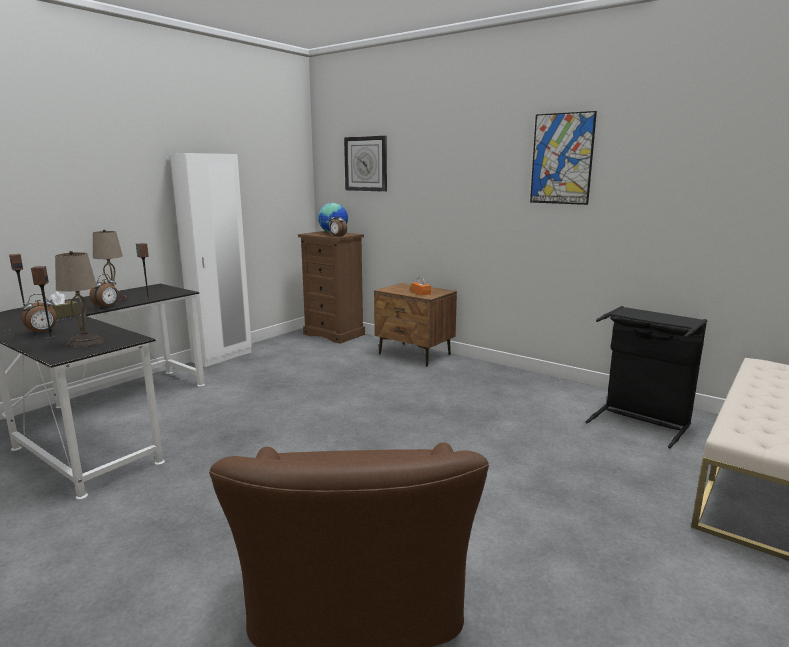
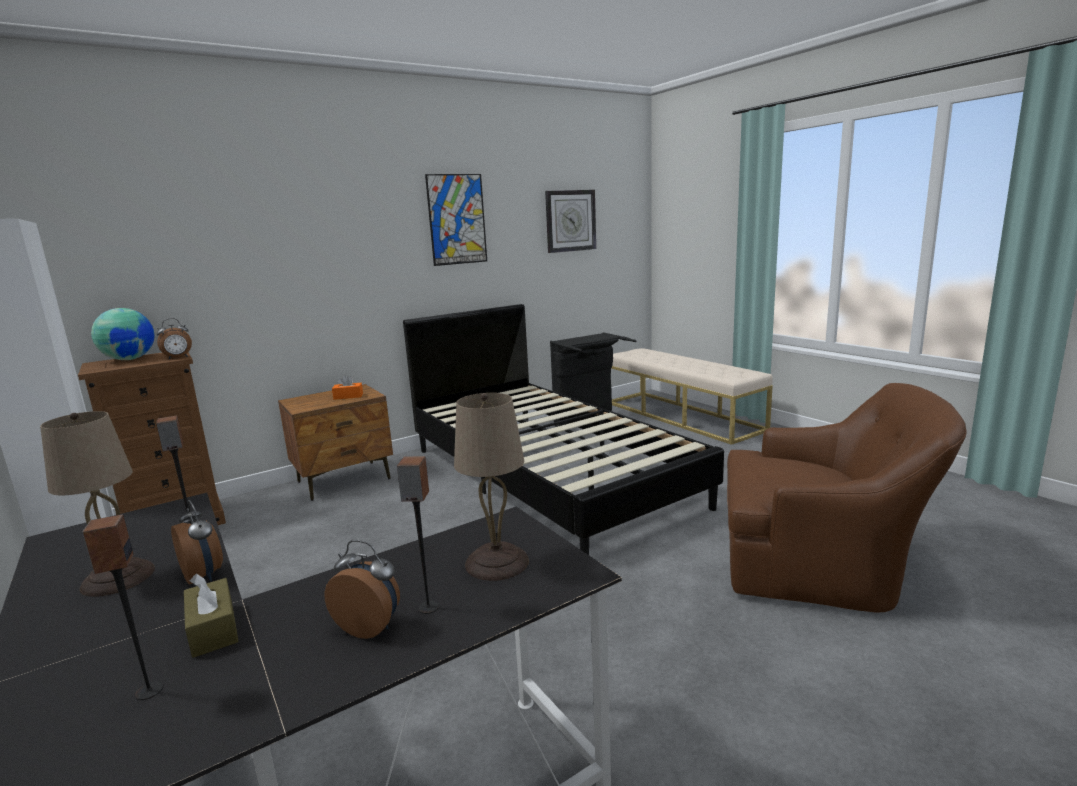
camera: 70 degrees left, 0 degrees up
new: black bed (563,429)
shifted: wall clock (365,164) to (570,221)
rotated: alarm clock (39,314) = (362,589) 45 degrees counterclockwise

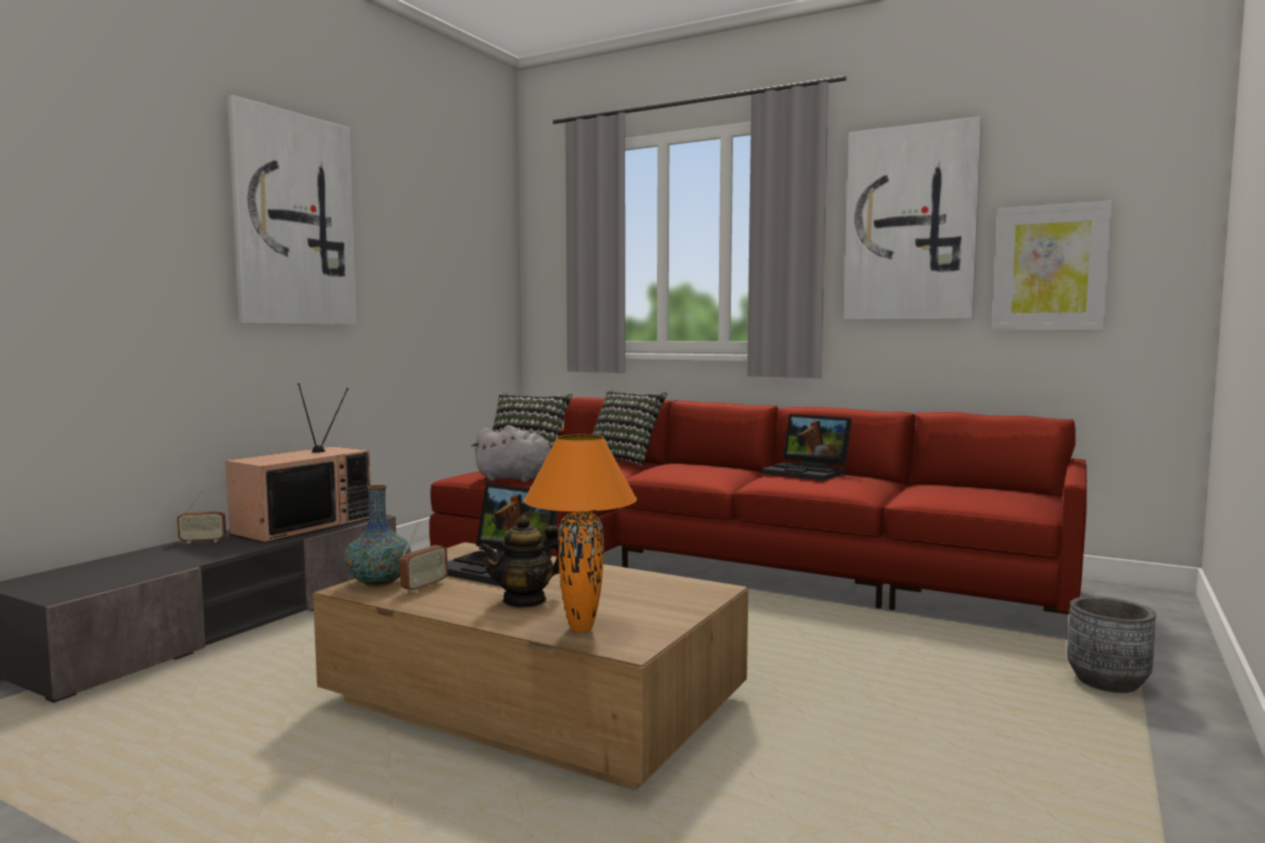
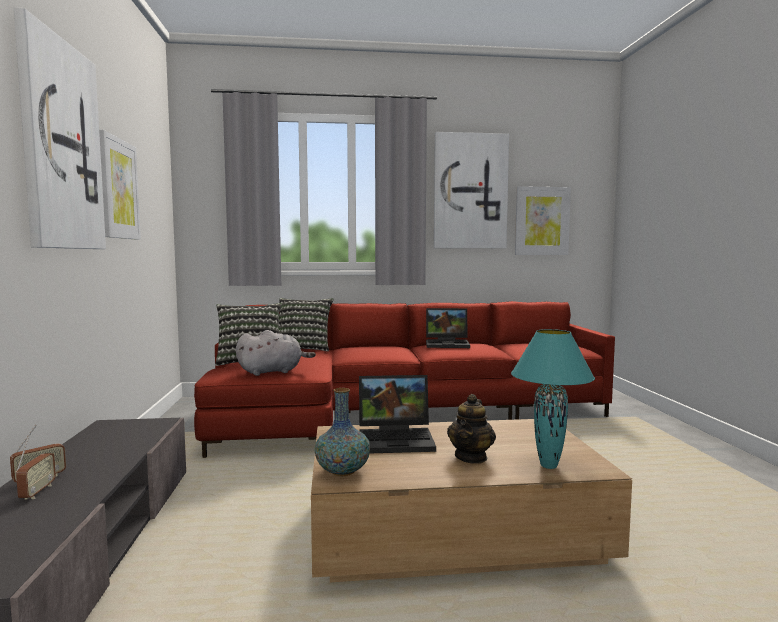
camera: 35 degrees left, 0 degrees up
gone: television (298,463); grey planter (1111,644)
new: picture (120,185)
shifted: radio (424,557) to (36,467)
repainted: orange table lamp (580,533) to turquoise table lamp (553,399)

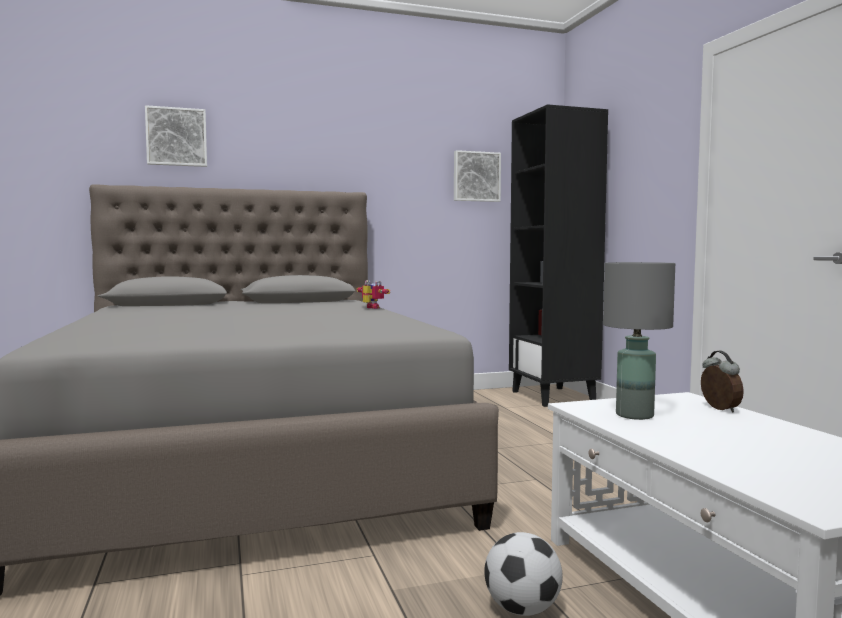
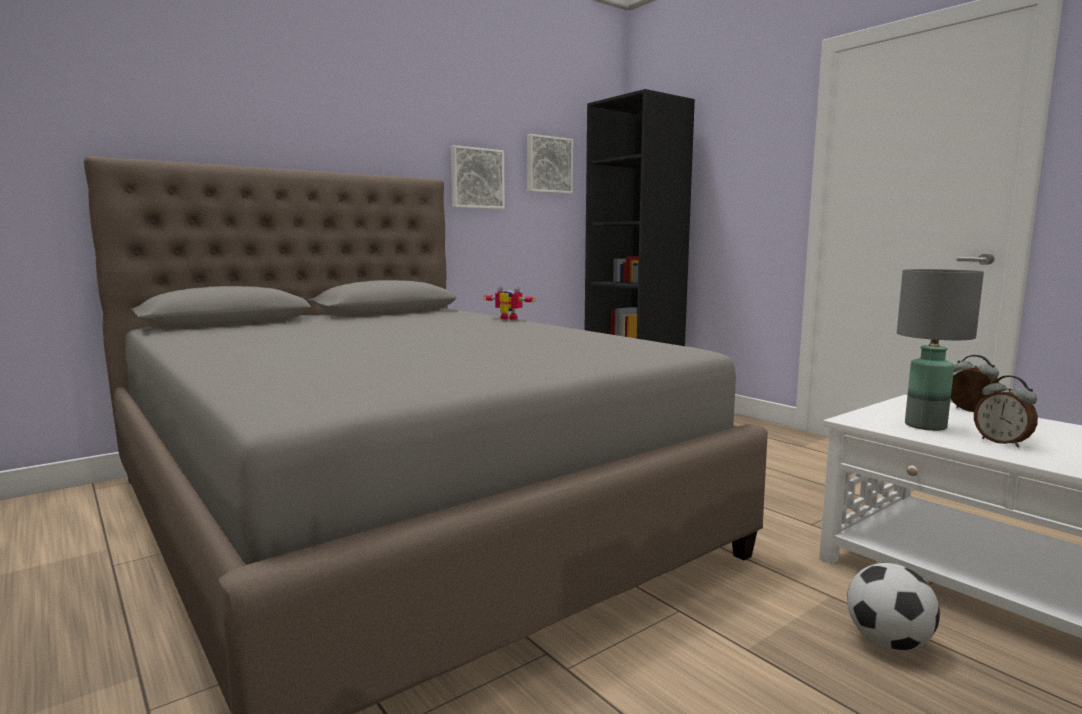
camera: 20 degrees left, 5 degrees up
new: alarm clock (1006,412)
shifted: picture (176,136) to (478,177)

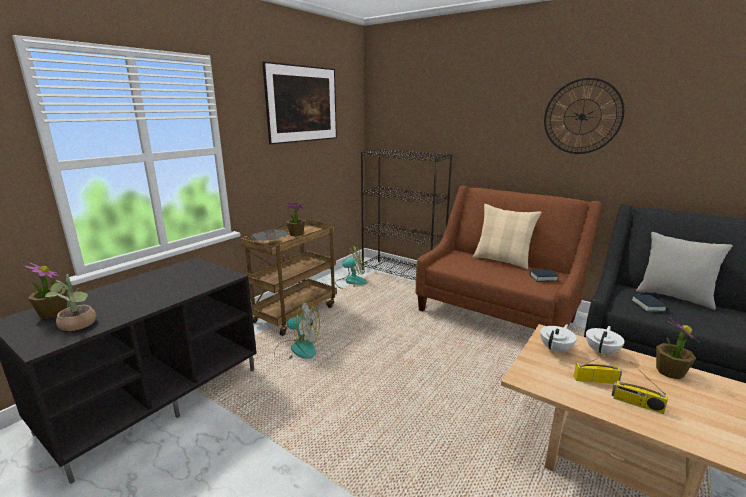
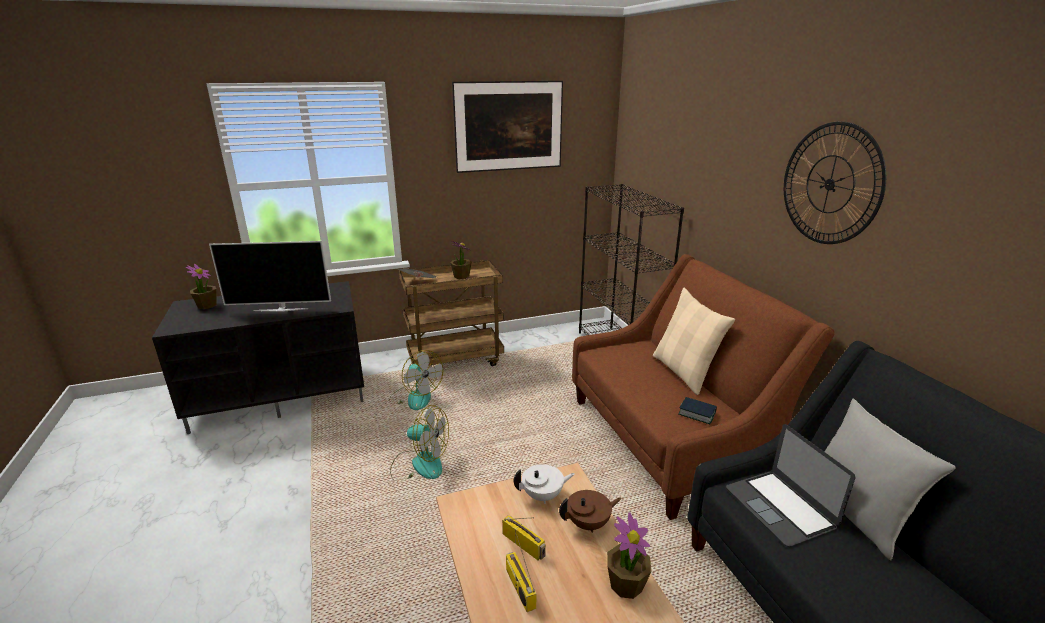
camera: 35 degrees right, 5 degrees up
gone: potted plant (70,302)
new: television (270,276)
shifted: fan (351,268) to (419,442)
swapped: book (649,303) to laptop (790,485)
repainted: white teapot (605,341) to brown teapot (590,511)

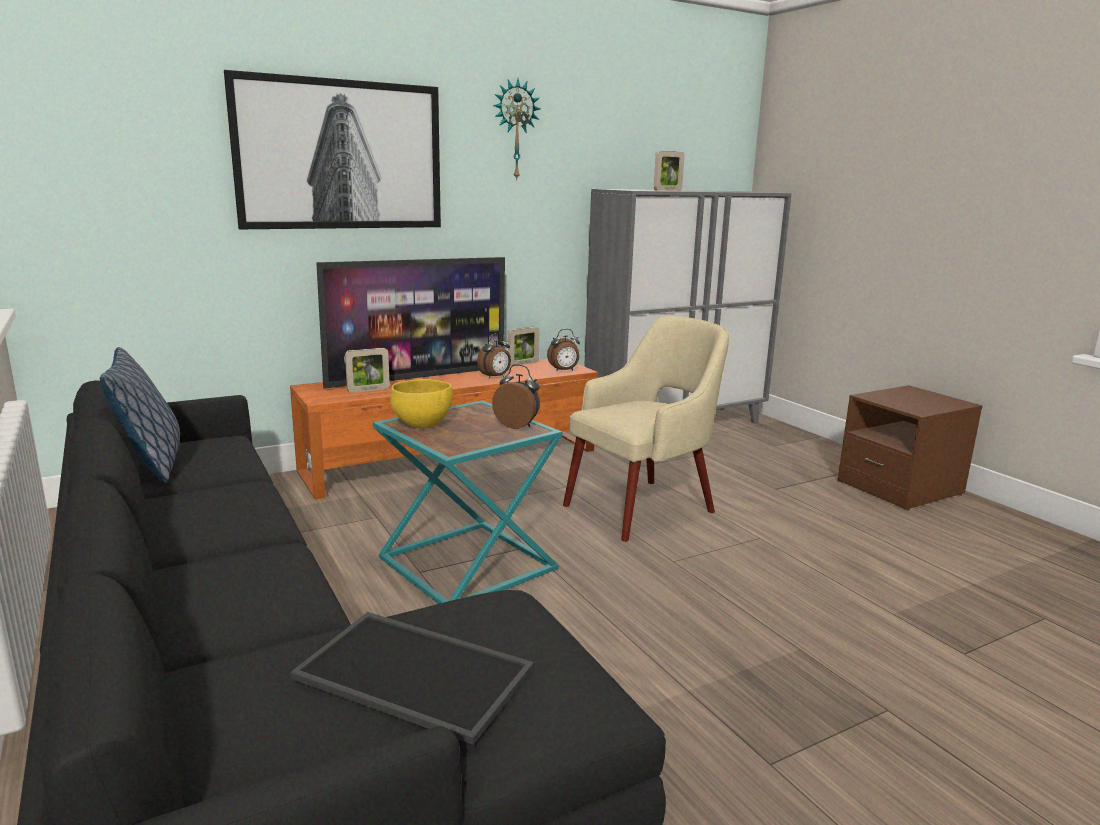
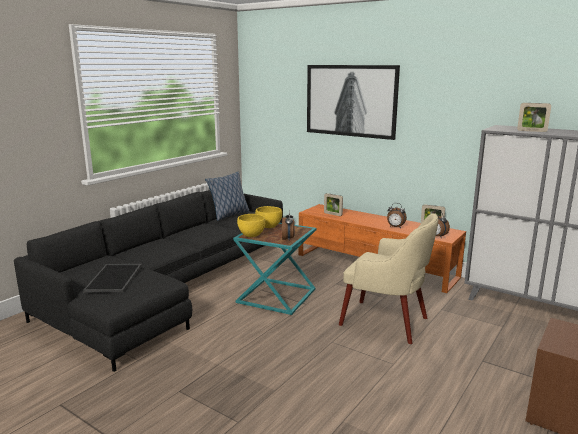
camera: 65 degrees right, 0 degrees up
gone: television (410,323); wall clock (517,130)
new: yellow bowl (251,225)

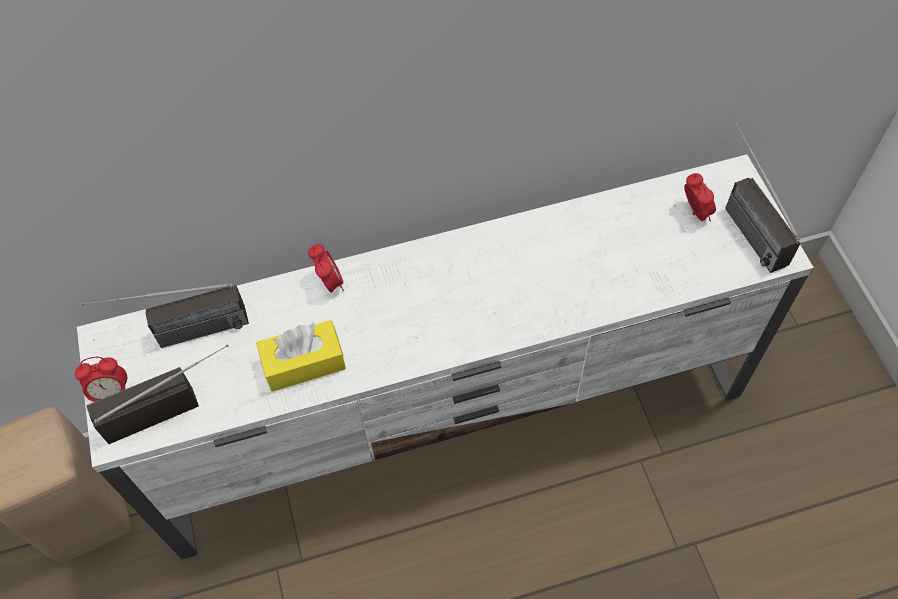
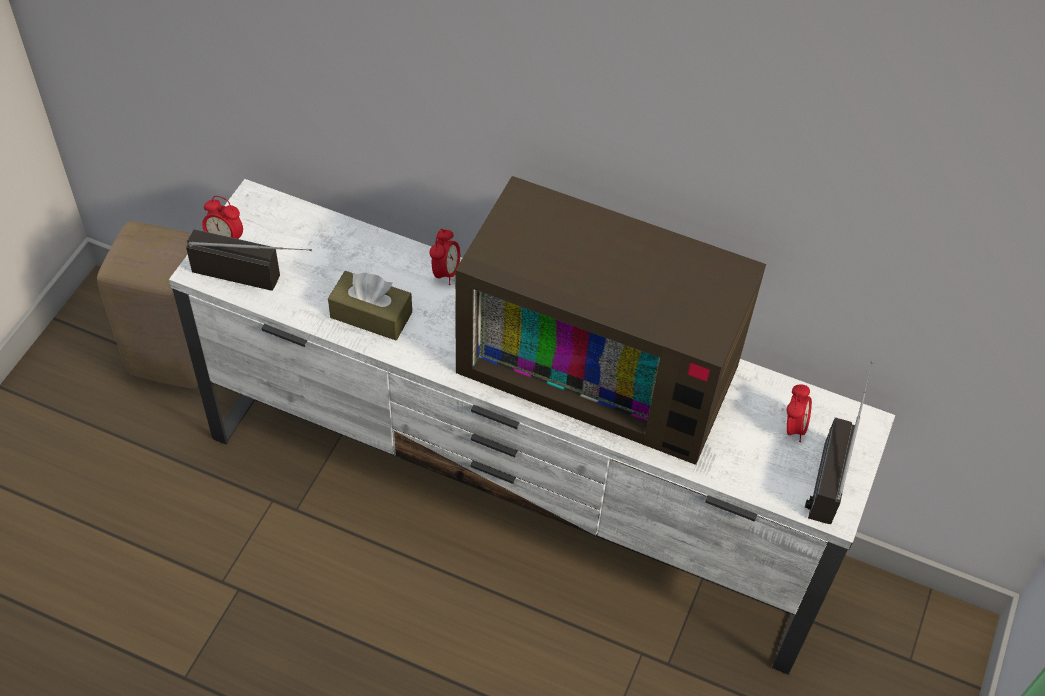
camera: 35 degrees right, 5 degrees down
gone: radio (165,315)
new: television (610,320)
repainted: yellow tissue box (301,356) to brown tissue box (370,305)

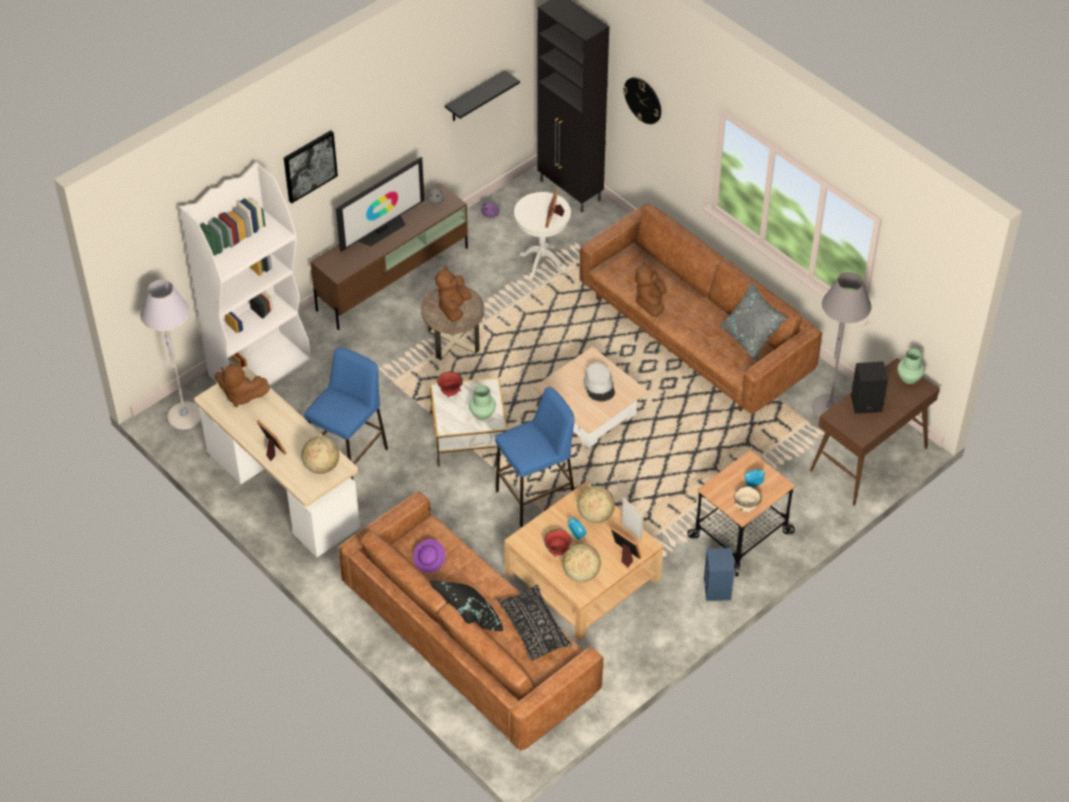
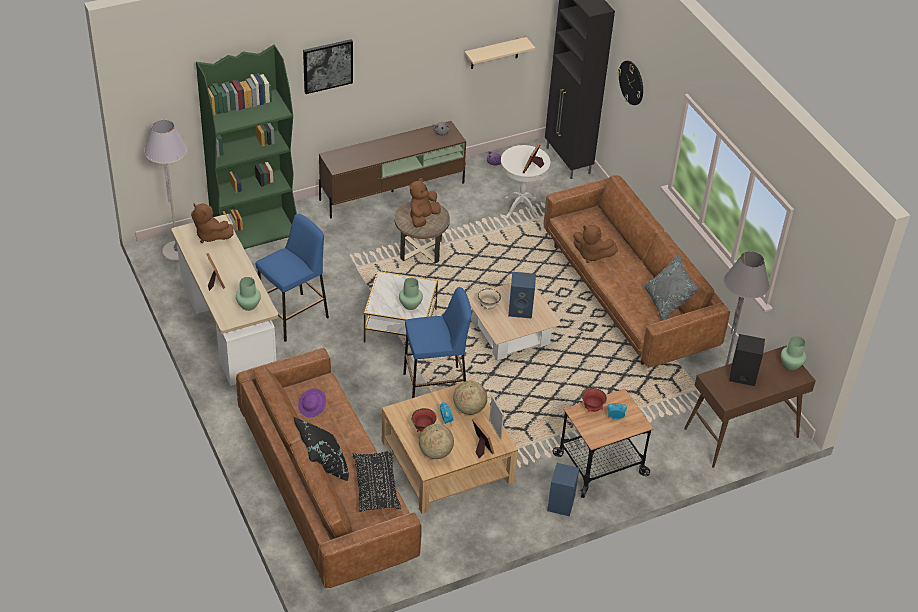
camera: 15 degrees right, 5 degrees down
gone: television (380,204)
shifted: red bowl (450,384) to (594,400); beige bowl (748,499) to (489,299)
swapped: globe (320,455) to green vase (248,294); grey hat (599,382) to blue speaker (522,295)
repainted: white bookcase (245,274) to green bookcase (246,147); black shelf (482,95) to beige shelf (499,53)
rotated: brown plush toy (651,289) = (595,244) 90 degrees counterclockwise

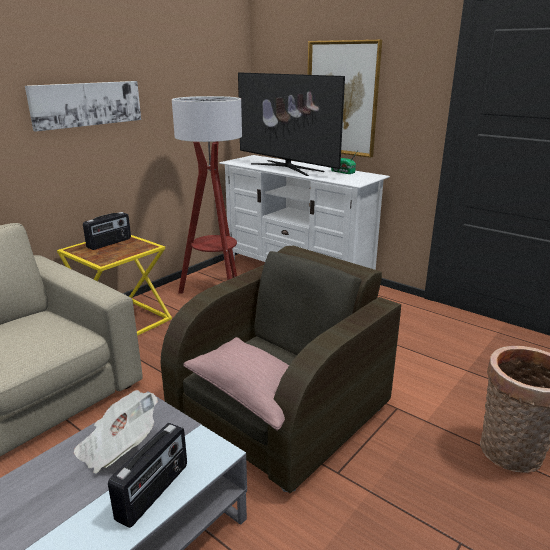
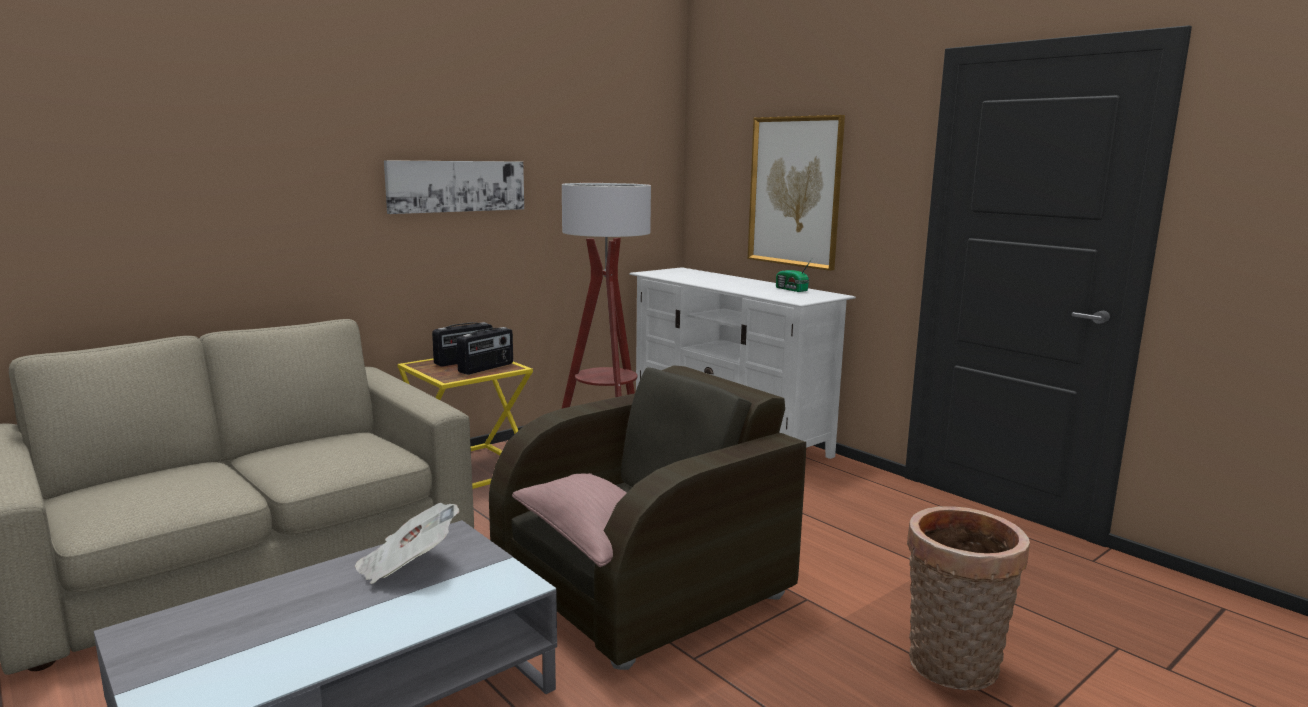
camera: 10 degrees right, 10 degrees down
gone: television (291,124)
shifted: radio (147,475) to (485,351)

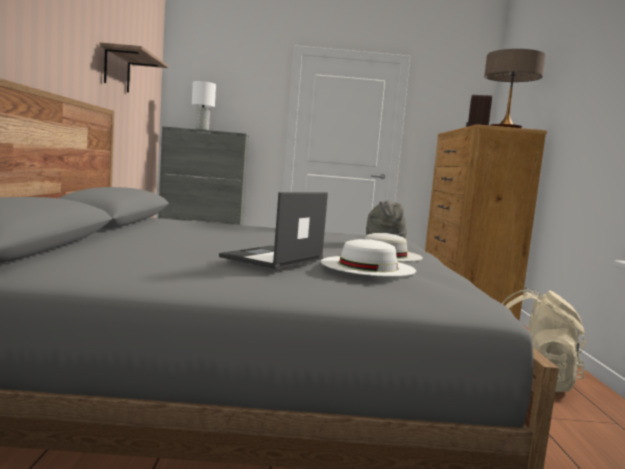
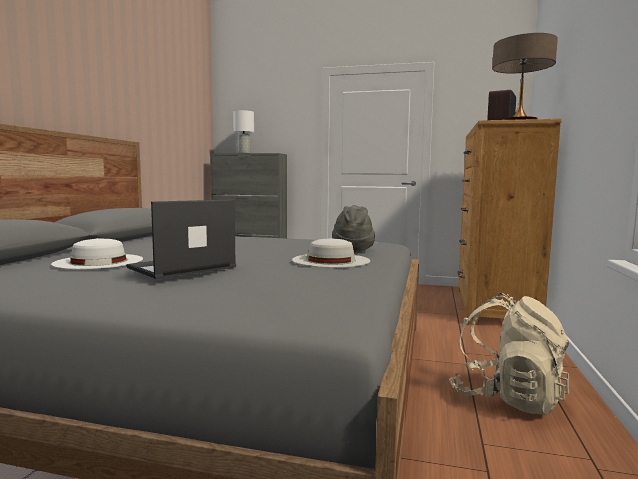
camera: 15 degrees right, 0 degrees up
gone: shelf (134,67)
shifted: white hat (368,258) to (97,253)

